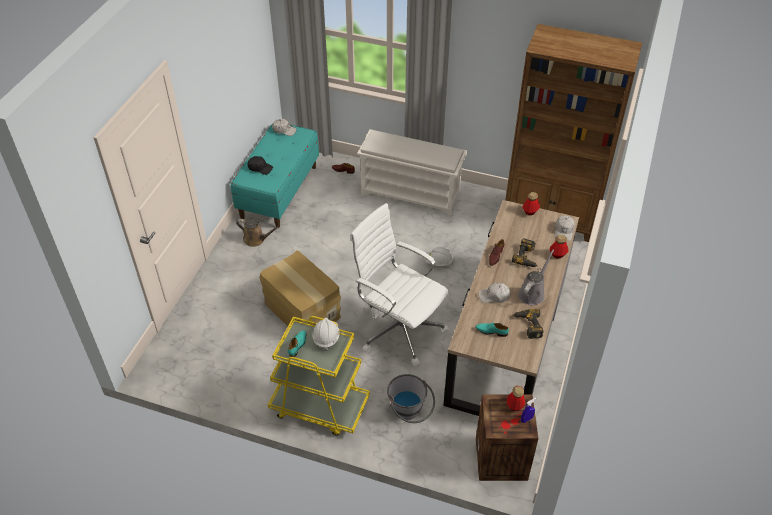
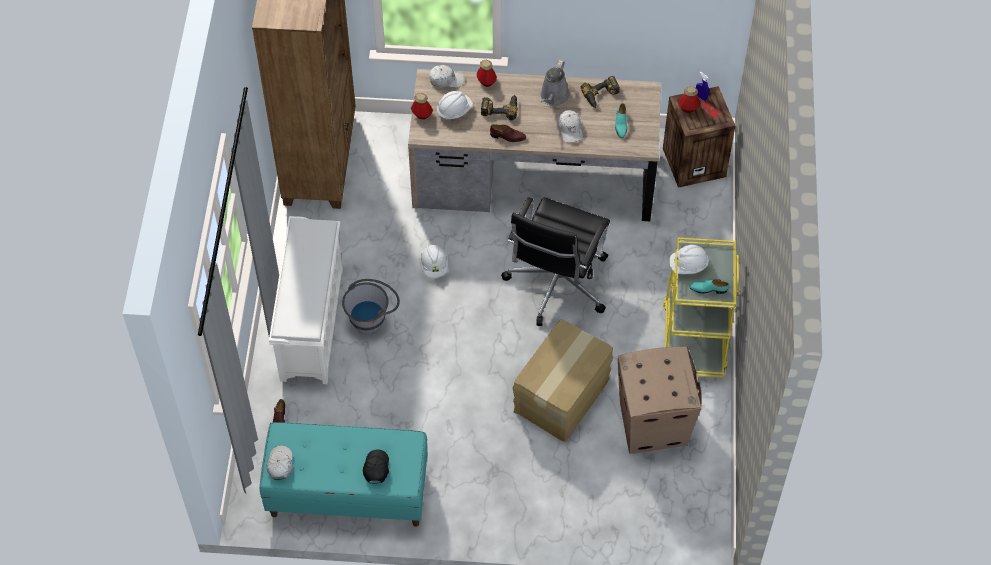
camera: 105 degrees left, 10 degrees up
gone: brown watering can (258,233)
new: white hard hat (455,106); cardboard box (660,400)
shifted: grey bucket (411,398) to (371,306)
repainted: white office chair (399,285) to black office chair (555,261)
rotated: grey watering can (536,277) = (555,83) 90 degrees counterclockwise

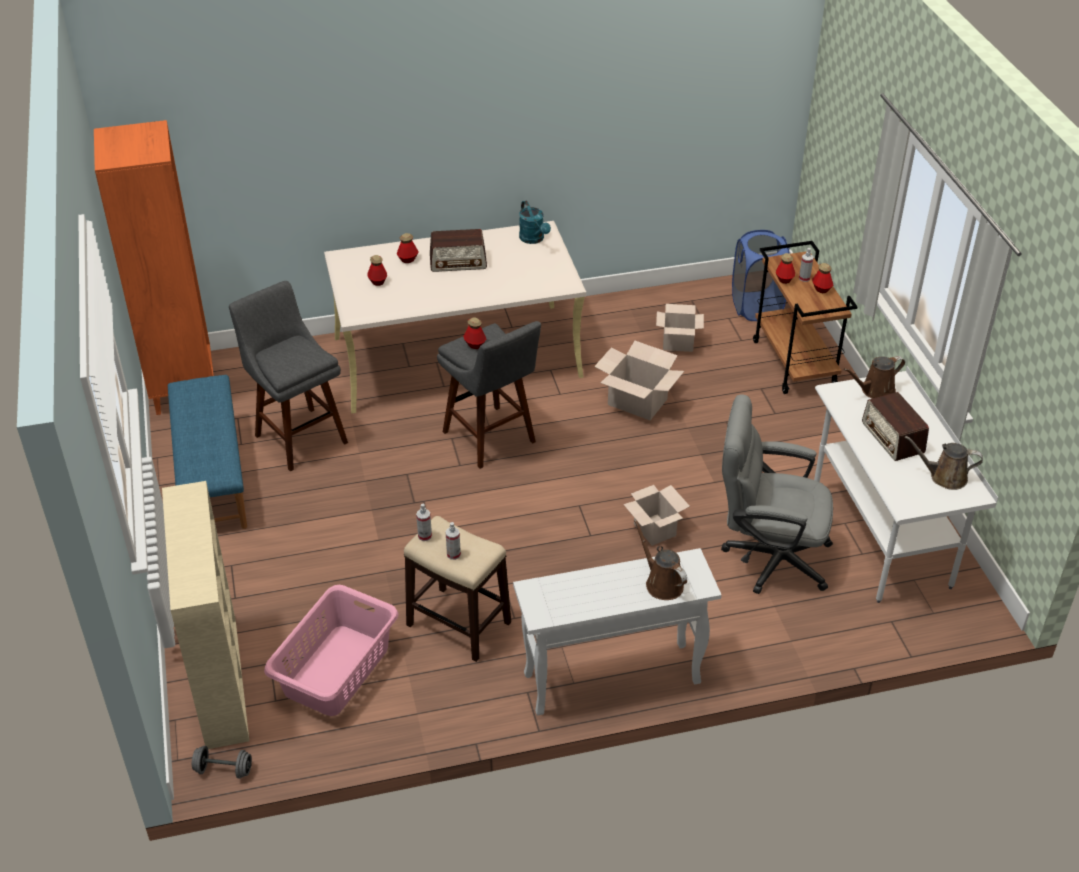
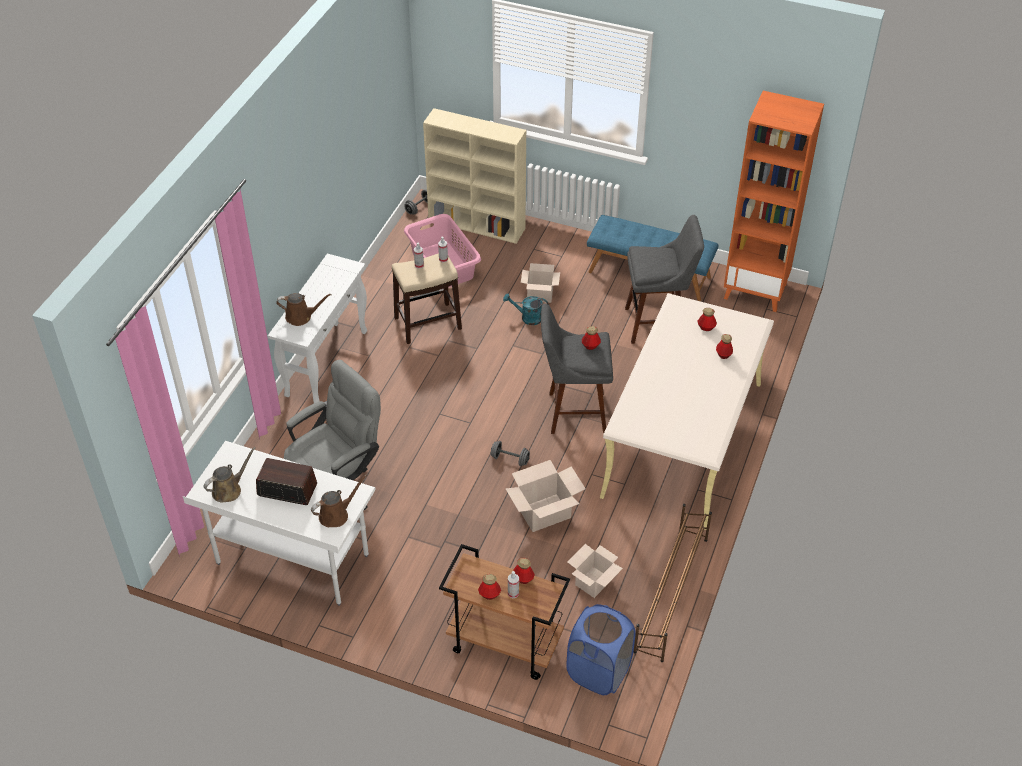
camera: 125 degrees right, 5 degrees up
gone: radio (458,250)
new: grey dumbbell (510,453); brown shoe rack (672,583)
shifted: turquoise watering can (535,222) to (525,309); cardboard box (656,515) to (540,283)
rotated: brown watering can (874,377) = (339,501) 45 degrees clockwise

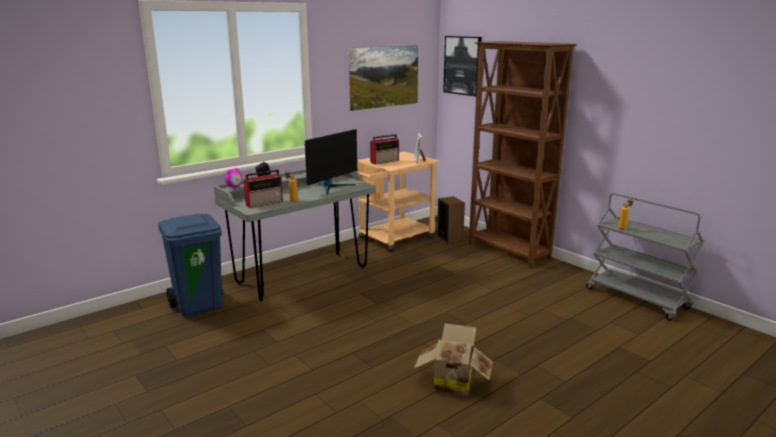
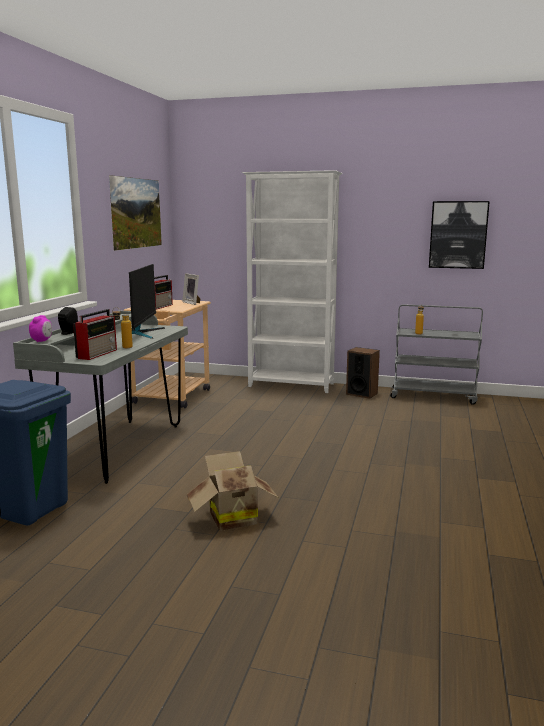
camera: 35 degrees left, 5 degrees down
shifted: cardboard box (453,359) to (233,491); speaker (451,219) to (363,373); picture (462,66) to (459,235)
repainted: brown bookcase (523,154) to white bookcase (292,281)

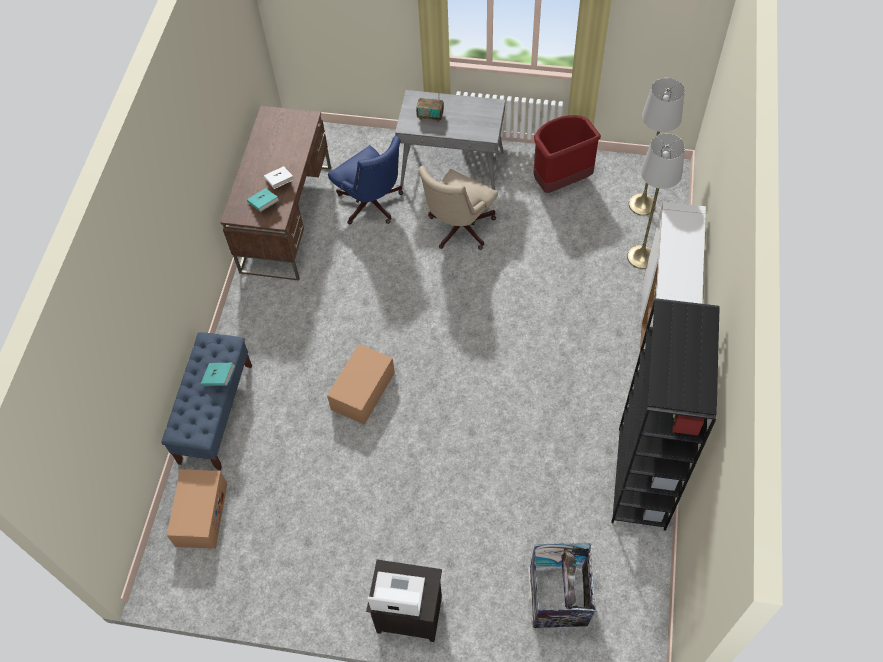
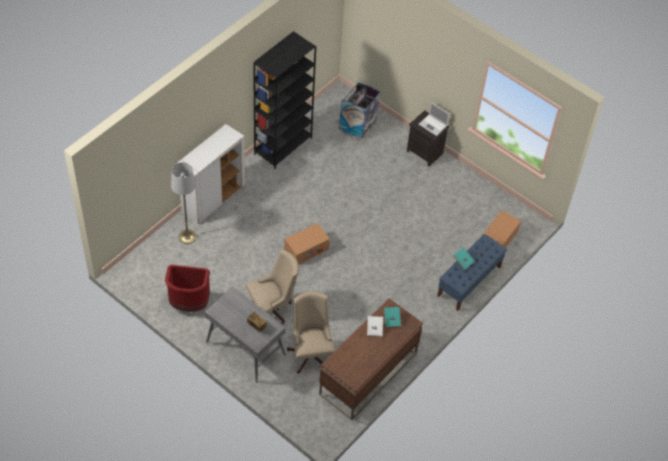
camera: 155 degrees left, 5 degrees down
gone: grey floor lamp (657,147)
shifted: cardboard box (361,384) to (307,243)
repainted: blue office chair (365,180) to beige office chair (311,332)

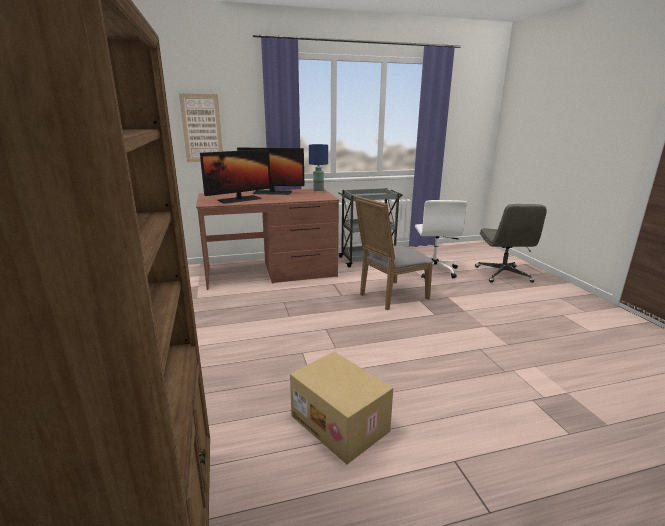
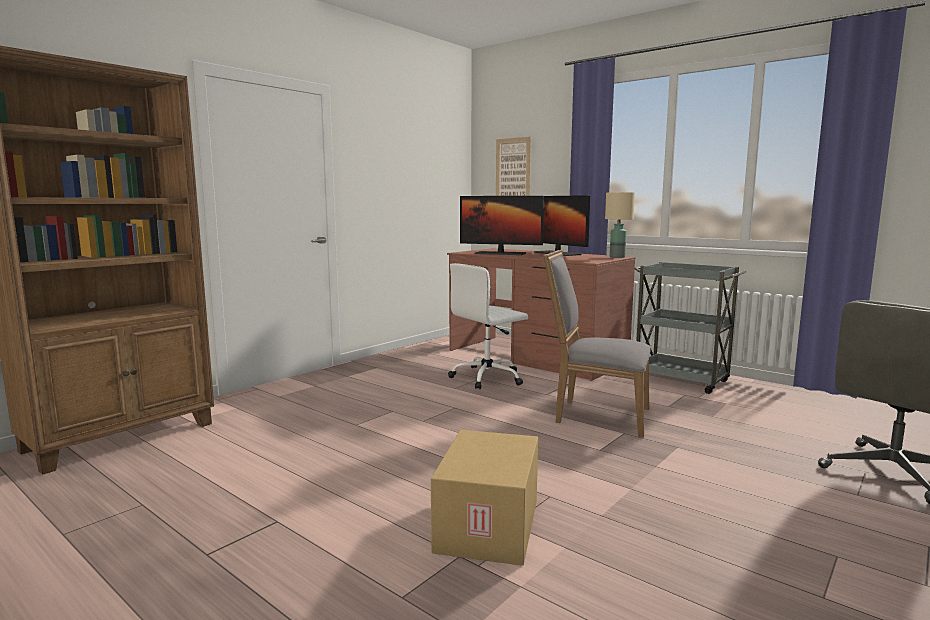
camera: 55 degrees right, 10 degrees down
shifted: cardboard box (341,408) to (484,498); white office chair (441,239) to (488,326)
repainted: blue table lamp (318,167) to beige table lamp (620,225)

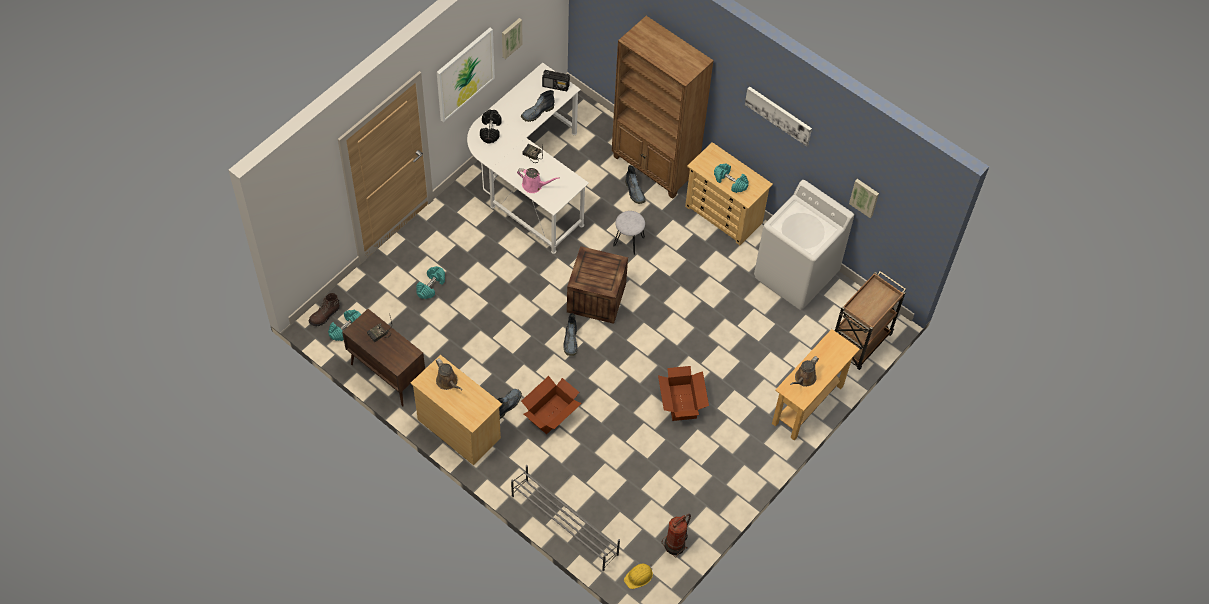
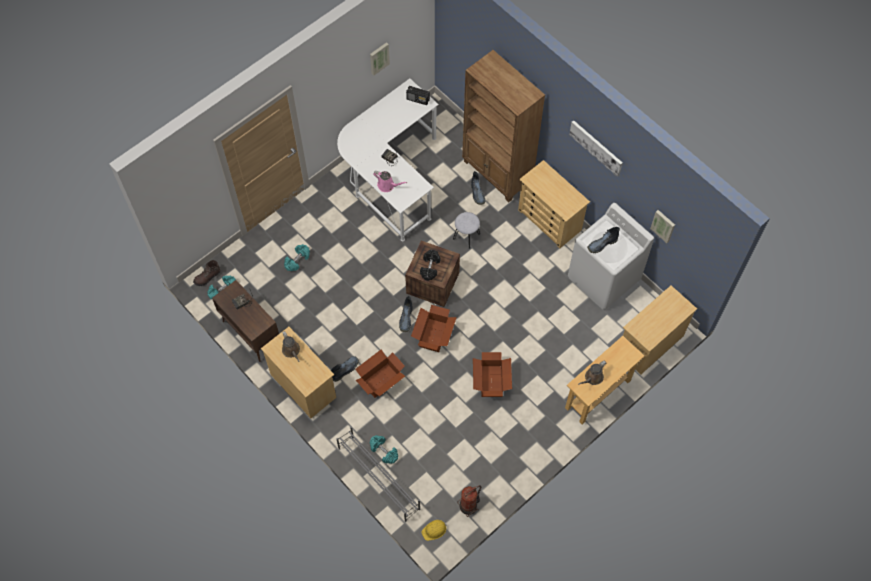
camera: 10 degrees right, 5 degrees up
gone: picture (466,75)
new: cardboard box (434,328)
shifted: black dumbbell (491,126) to (430,265); boot (537,106) to (603,240); turquoise dumbbell (731,178) to (384,449)
swapped: brown cart (870,320) to beige dresser (660,330)

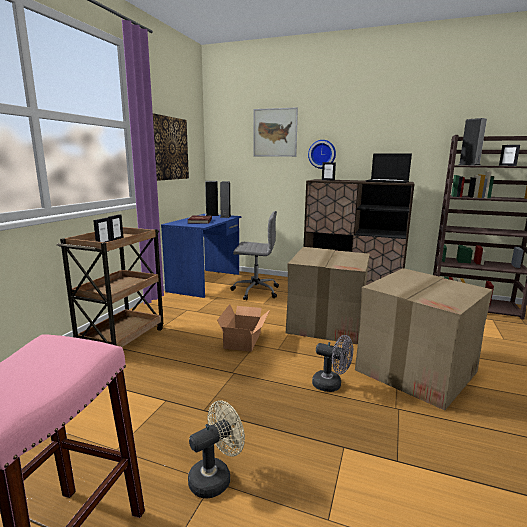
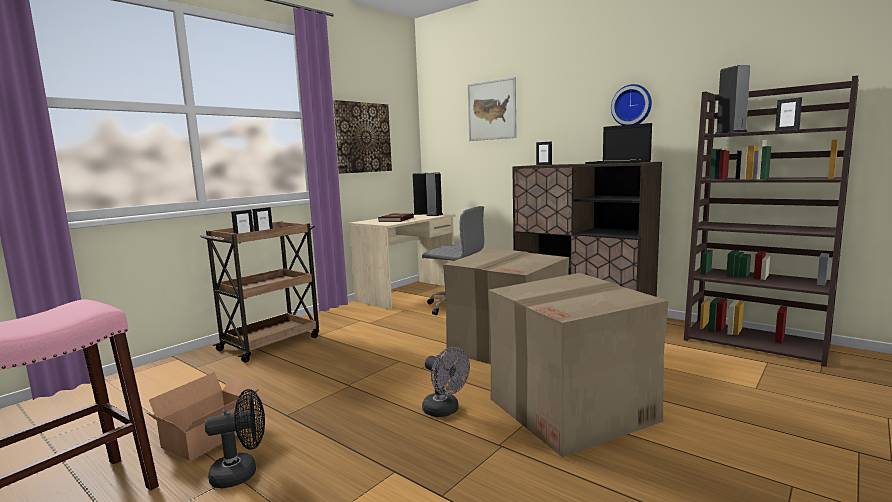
camera: 20 degrees right, 5 degrees down
shifted: cardboard box (243,328) to (202,416); wall clock (322,154) to (631,104)
repainted: blue desk (201,256) to beige desk (402,261); beige fan (216,449) to black fan (235,438)

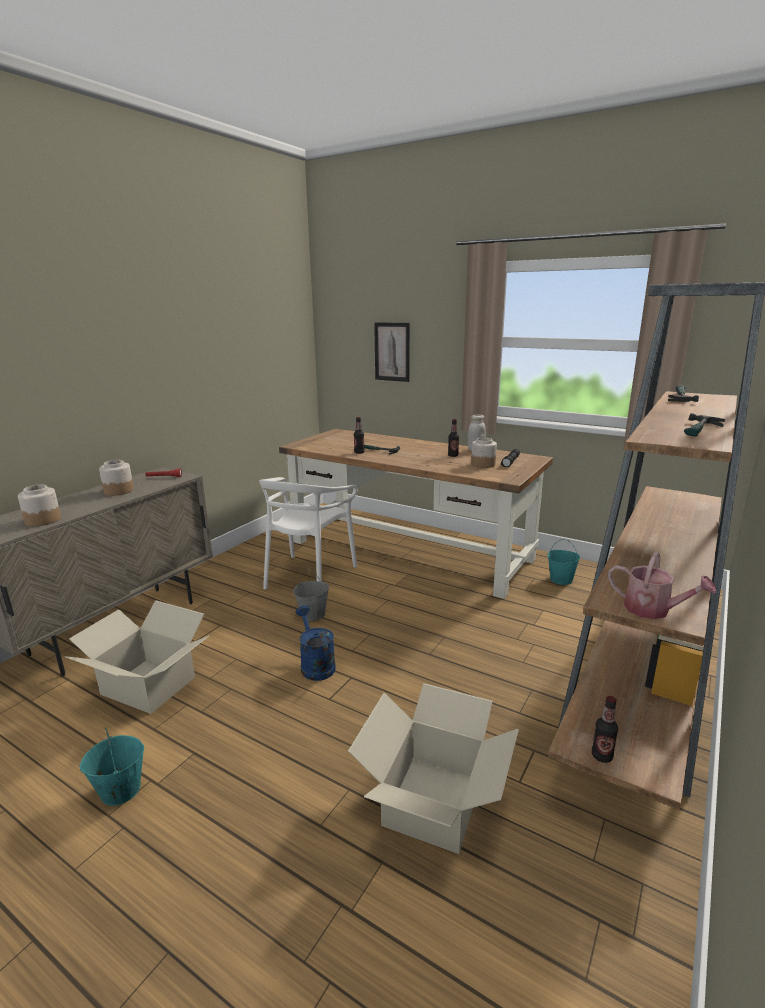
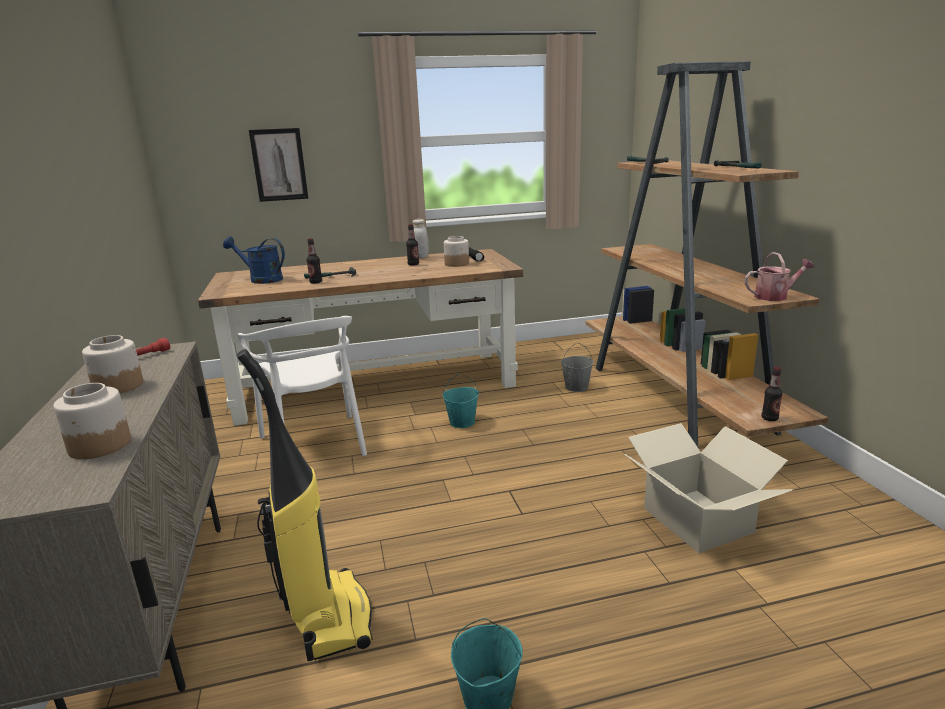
camera: 45 degrees left, 0 degrees up
shifted: grey bucket (311,595) to (577,367); blue watering can (316,643) to (254,260); turquoise bucket (563,562) to (461,400)
swapped: cardboard box (137,657) to vacuum cleaner (304,505)

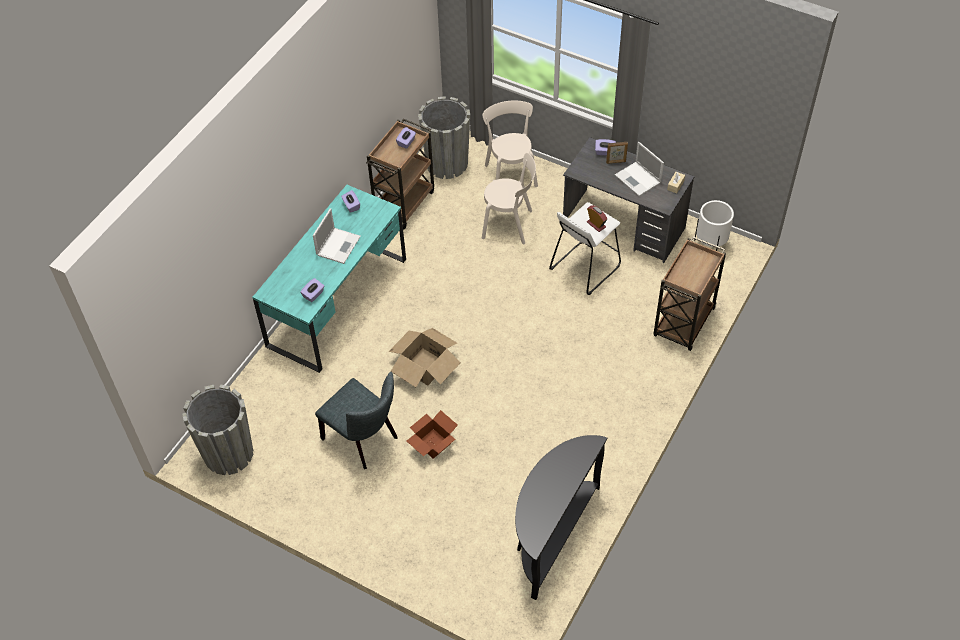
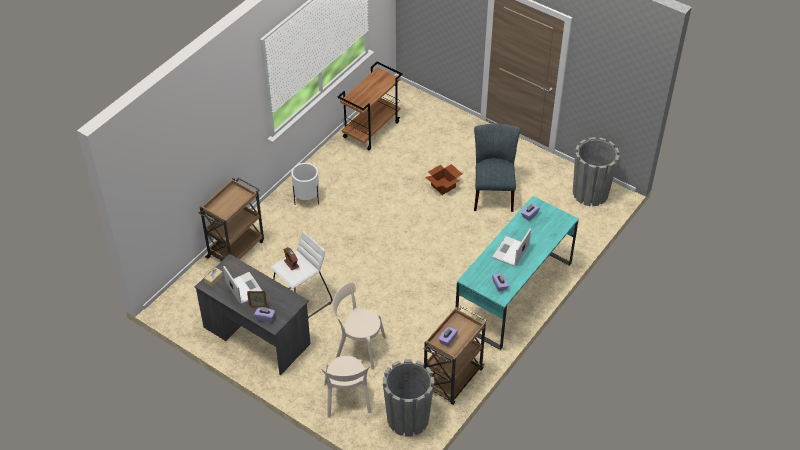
camera: 175 degrees left, 5 degrees down
gone: cardboard box (424,357)
shifted: white planter (714,225) to (305,184)
swapped: black console table (561,517) to brown cart (370,106)
rotated: grey chair (356,420) = (497,167) 45 degrees clockwise

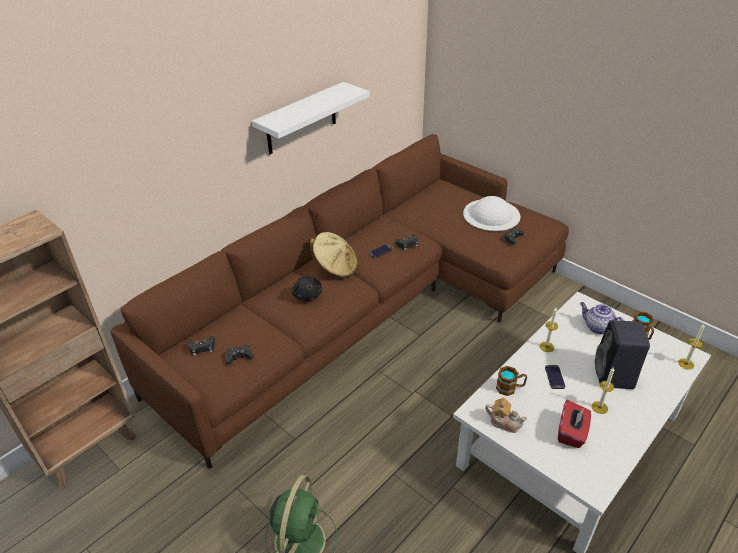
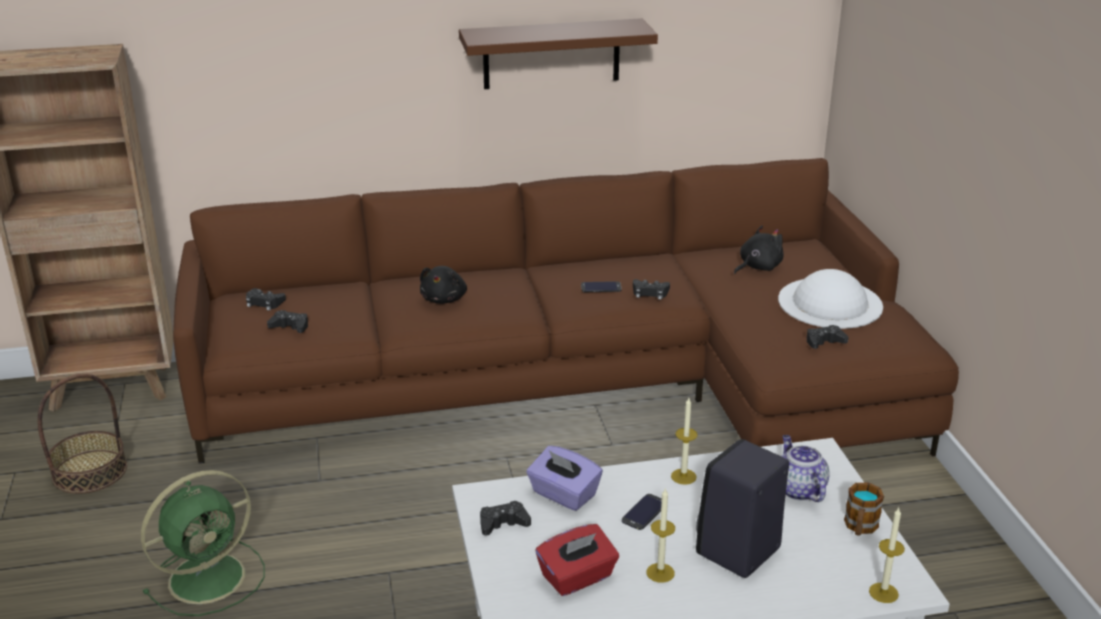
camera: 35 degrees right, 10 degrees down
gone: beige hat (334,255)
new: basket (82,434); black plush toy (758,249)
swapped: teapot (506,415) to black game controller (505,518); mug (511,381) to purple tissue box (564,478)
repainted: white shelf (311,118) to brown shelf (558,53)

